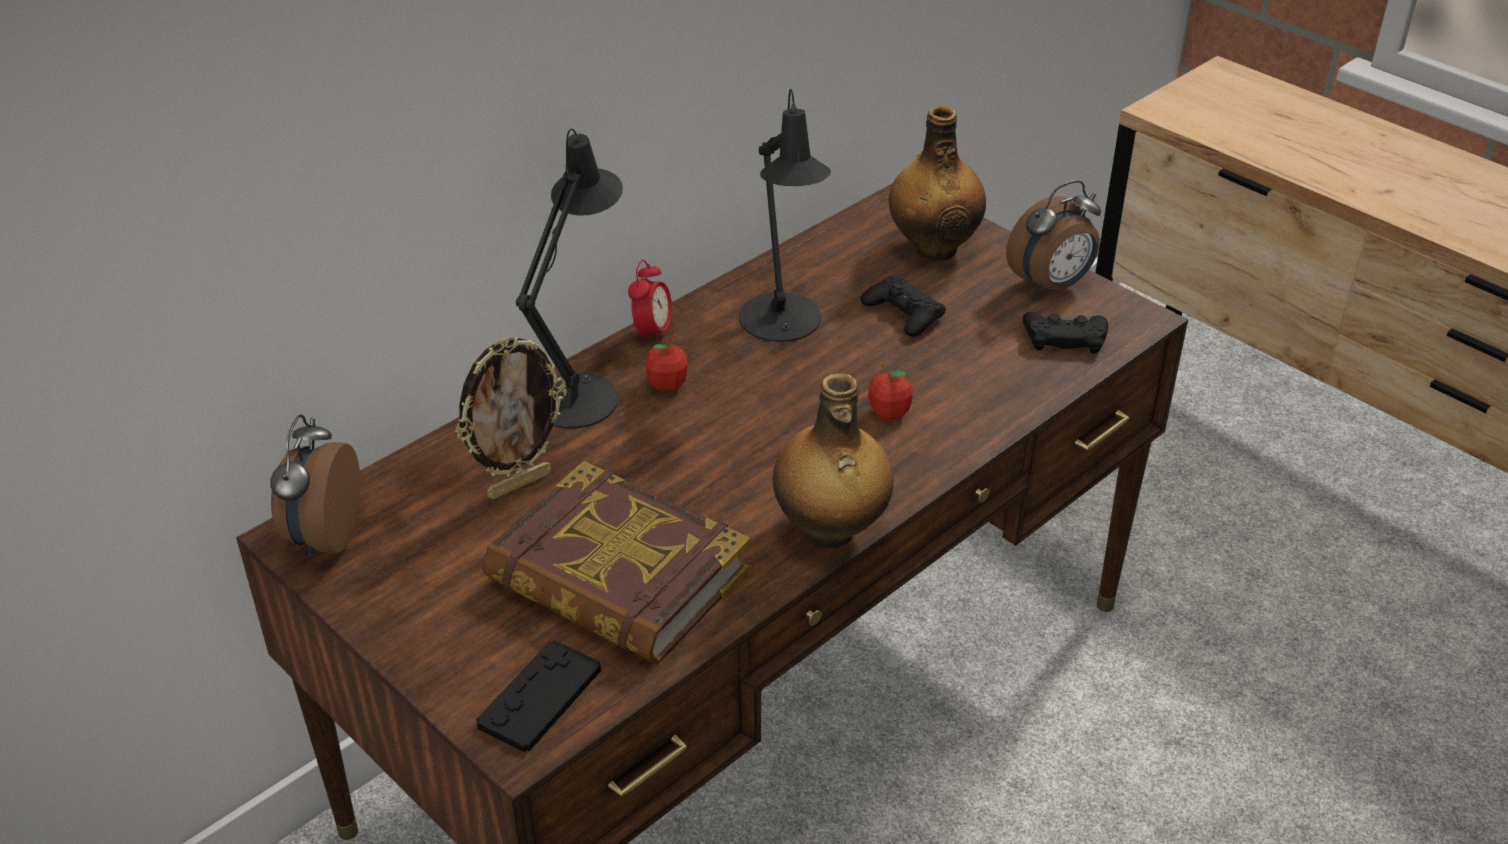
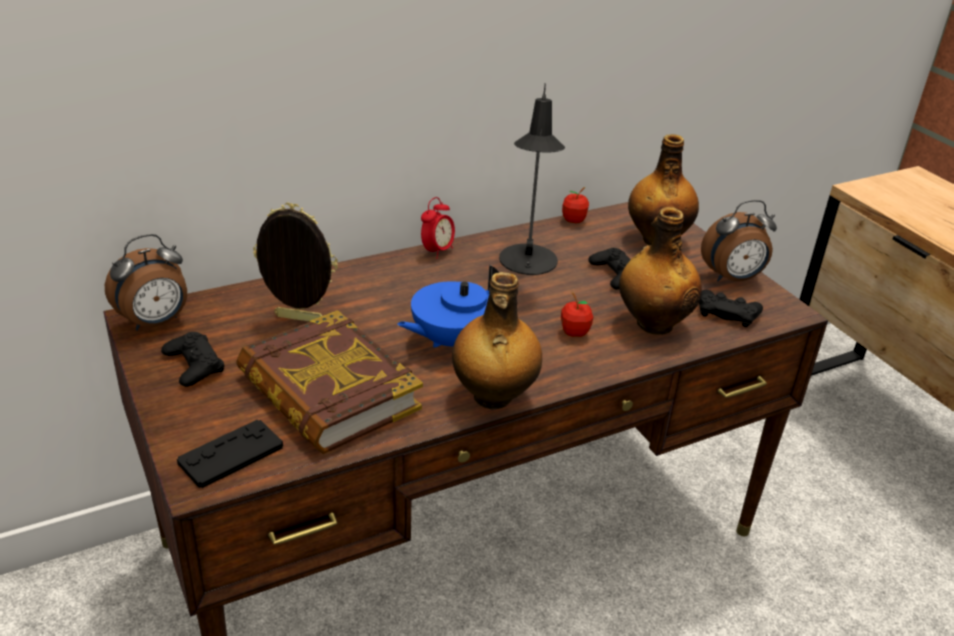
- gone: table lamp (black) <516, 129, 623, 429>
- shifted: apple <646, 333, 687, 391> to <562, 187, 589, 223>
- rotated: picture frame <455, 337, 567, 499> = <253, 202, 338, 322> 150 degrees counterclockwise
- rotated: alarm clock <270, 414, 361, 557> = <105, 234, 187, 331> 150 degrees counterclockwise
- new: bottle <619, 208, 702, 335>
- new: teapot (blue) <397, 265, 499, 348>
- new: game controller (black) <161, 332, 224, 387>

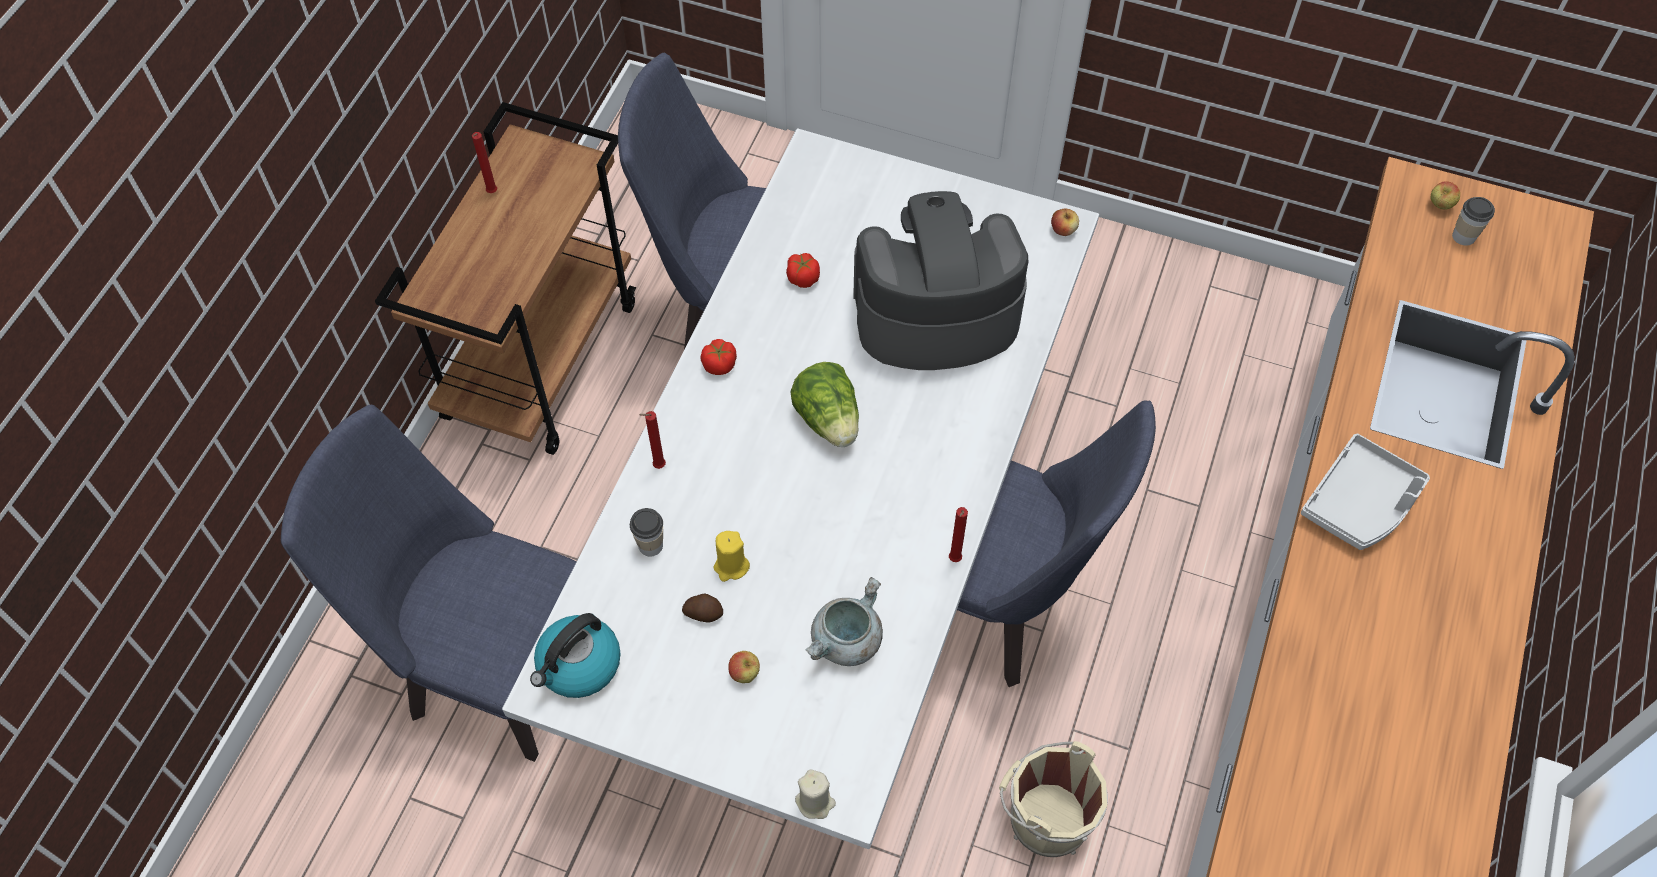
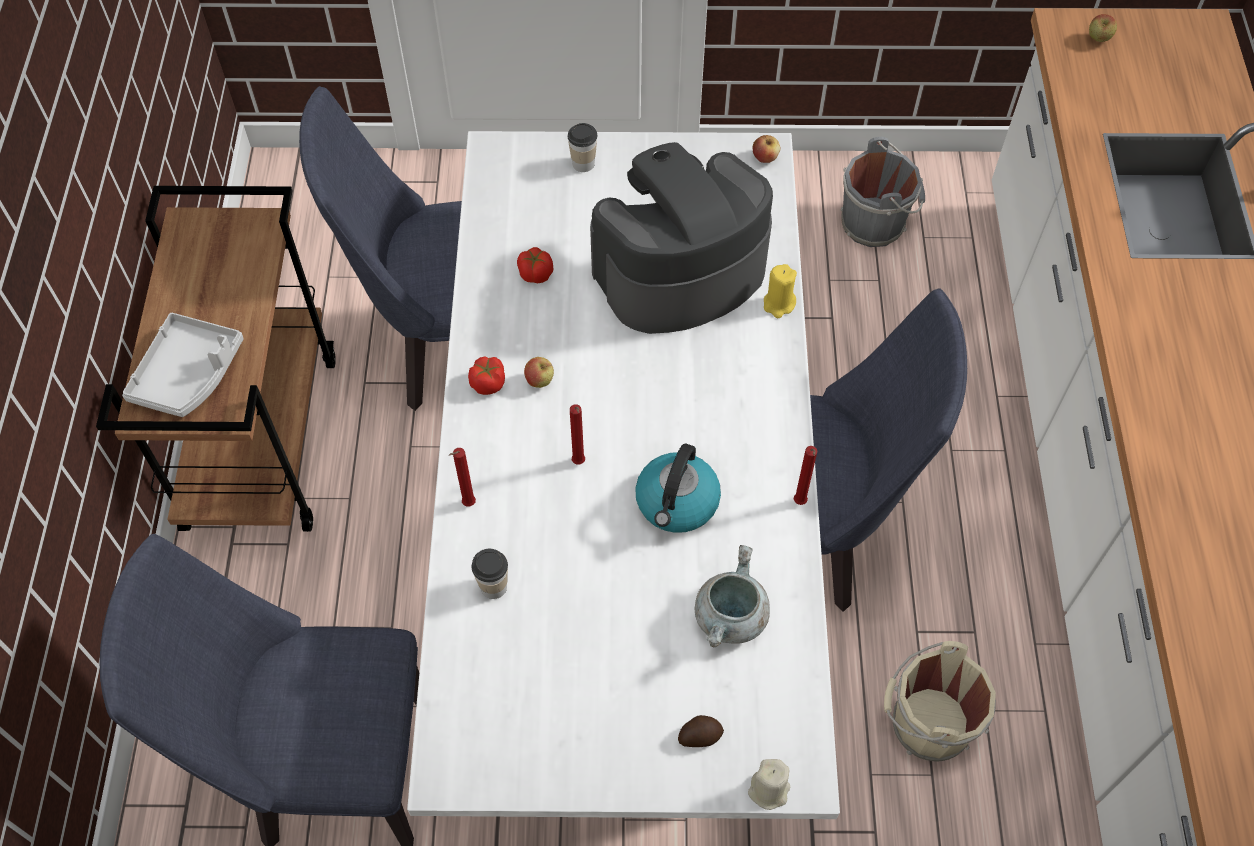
- shifted: candle (red) <472, 132, 497, 193> to <570, 404, 585, 465>
- shifted: cup <1452, 197, 1495, 246> to <568, 123, 597, 172>
- gone: lettuce <790, 362, 859, 447>
- shifted: tray (grey) <1301, 434, 1430, 550> to <122, 313, 244, 417>
- shifted: candle (yellow) <713, 531, 750, 582> to <764, 264, 797, 318>
- shifted: potato <682, 594, 723, 622> to <678, 715, 724, 747>
- shifted: kettle <530, 613, 621, 698> to <635, 443, 721, 533>
- shifted: apple <728, 651, 760, 683> to <524, 357, 554, 388>
- new: bucket (grey) <841, 137, 925, 247>

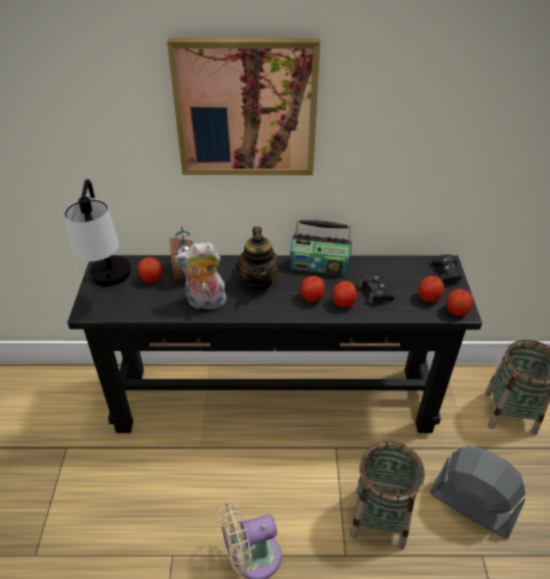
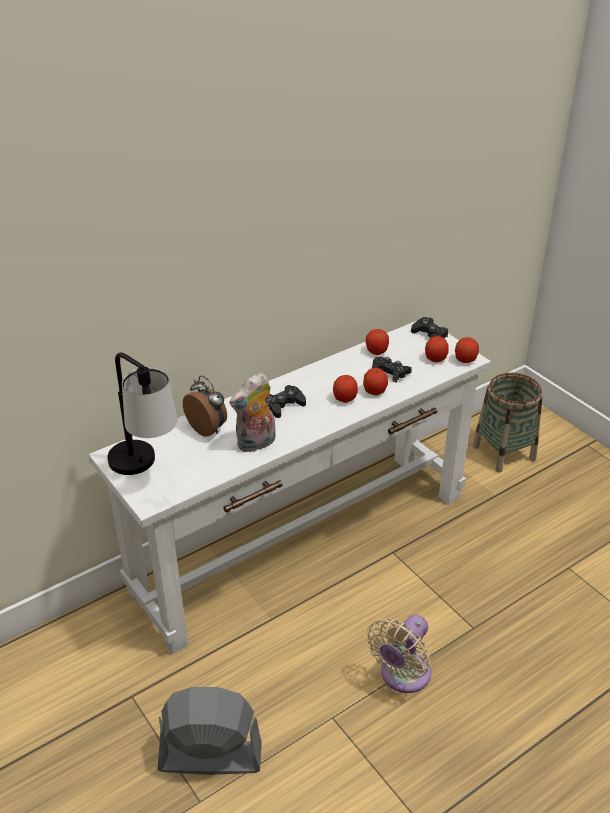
- gone: picture <167, 38, 320, 175>
- gone: radio <290, 220, 352, 276>
- swapped: teapot <235, 226, 282, 291> to game controller (black) <268, 385, 306, 418>
- repainted: console table (black) <67, 255, 482, 433> to console table (white) <88, 321, 491, 654>
- shifted: apple <138, 257, 162, 283> to <365, 329, 389, 355>
- gone: basket <350, 441, 425, 550>
- shifted: fan (grey) <430, 446, 526, 539> to <157, 687, 262, 775>

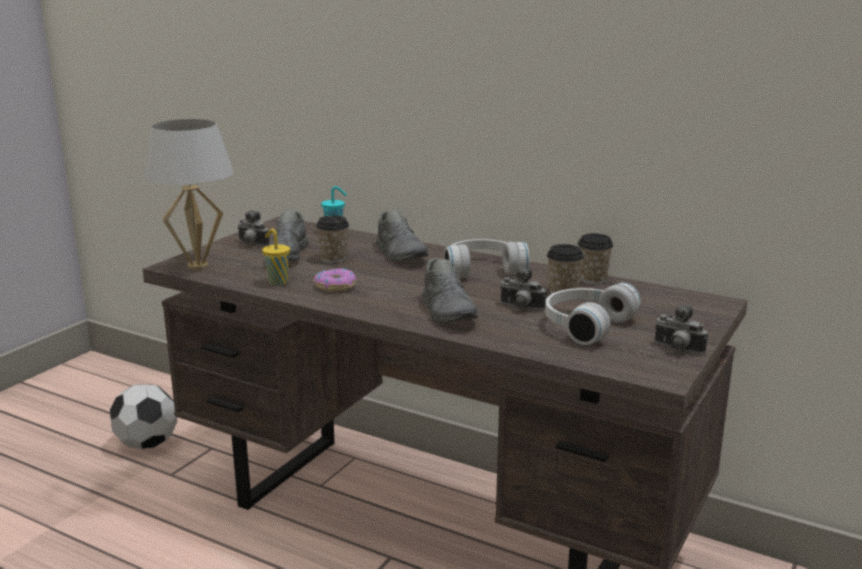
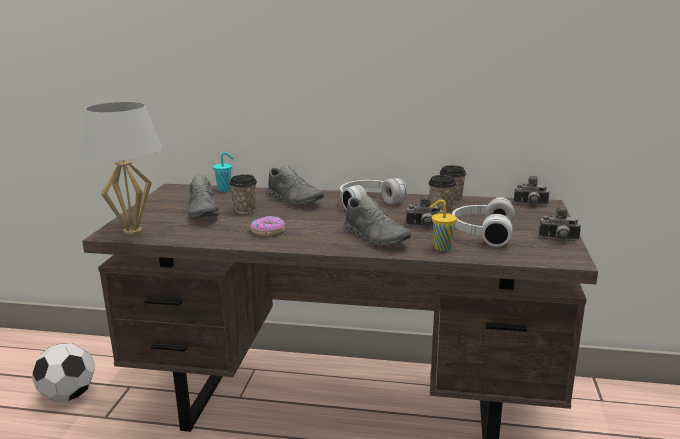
- shifted: photo camera <237, 210, 270, 246> to <514, 176, 549, 205>
- shifted: cup (yellow) <262, 229, 290, 286> to <430, 200, 457, 251>

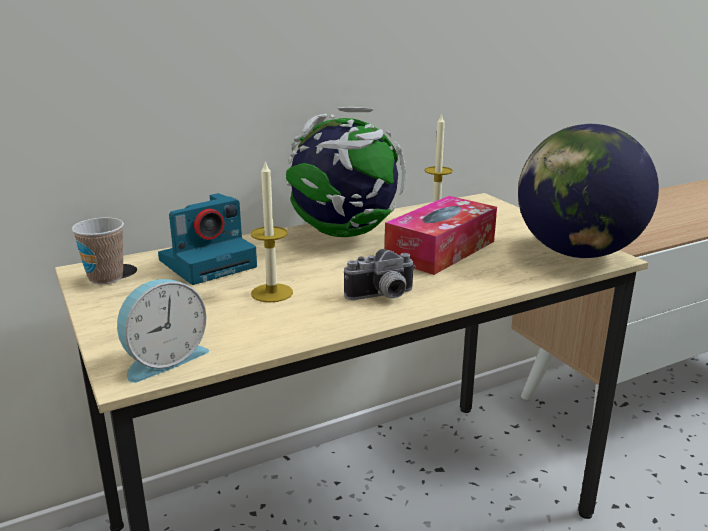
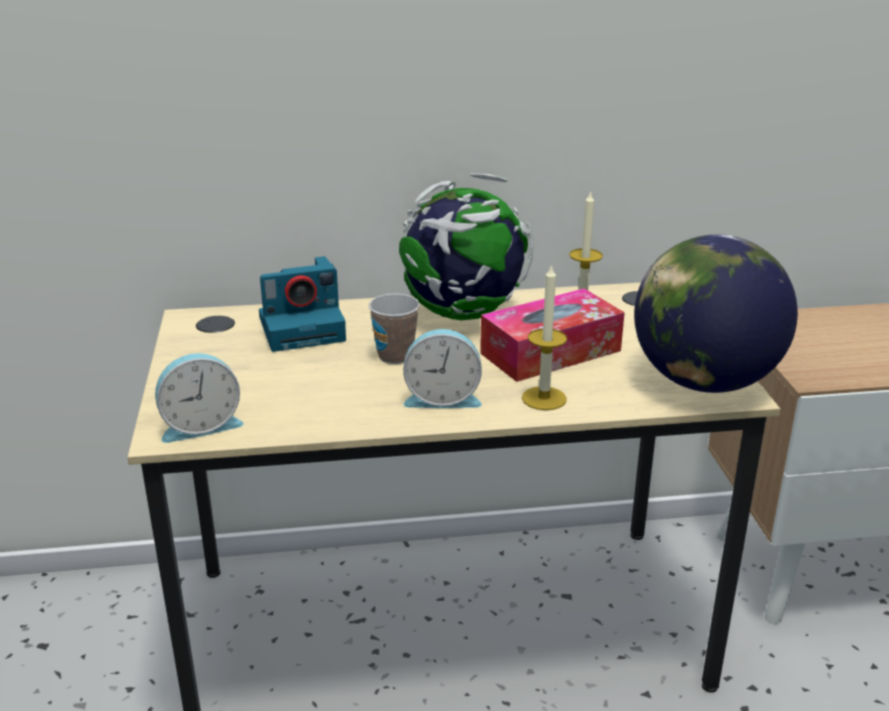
- shifted: candle <251, 160, 293, 303> to <522, 264, 567, 410>
- shifted: cup <71, 217, 124, 285> to <369, 294, 420, 364>
- swapped: photo camera <344, 249, 416, 300> to alarm clock <403, 329, 482, 408>

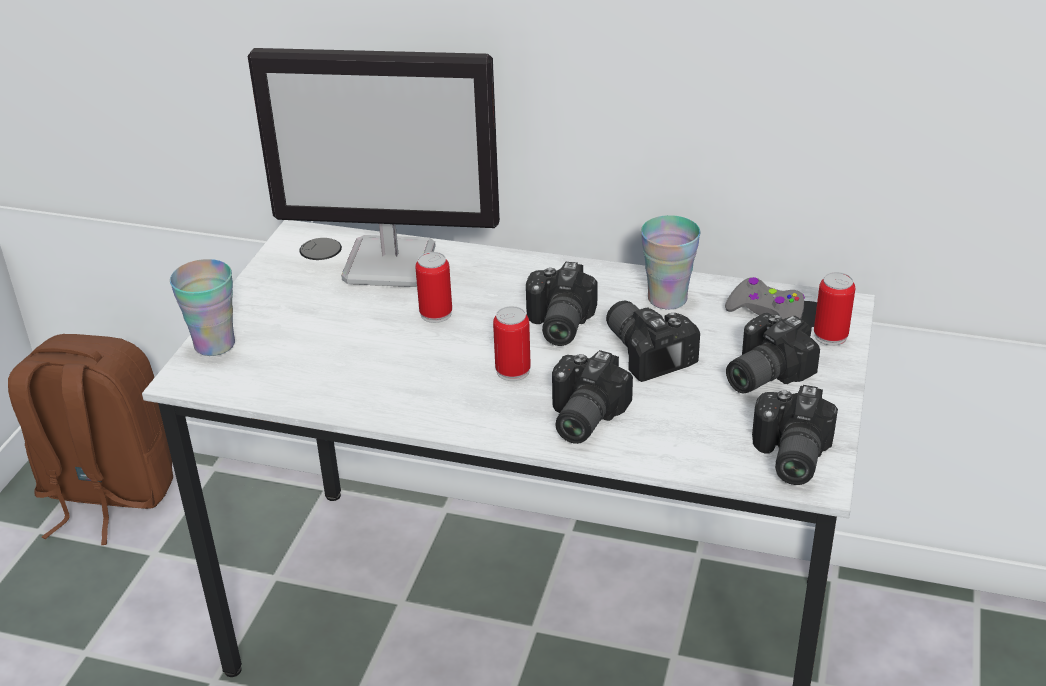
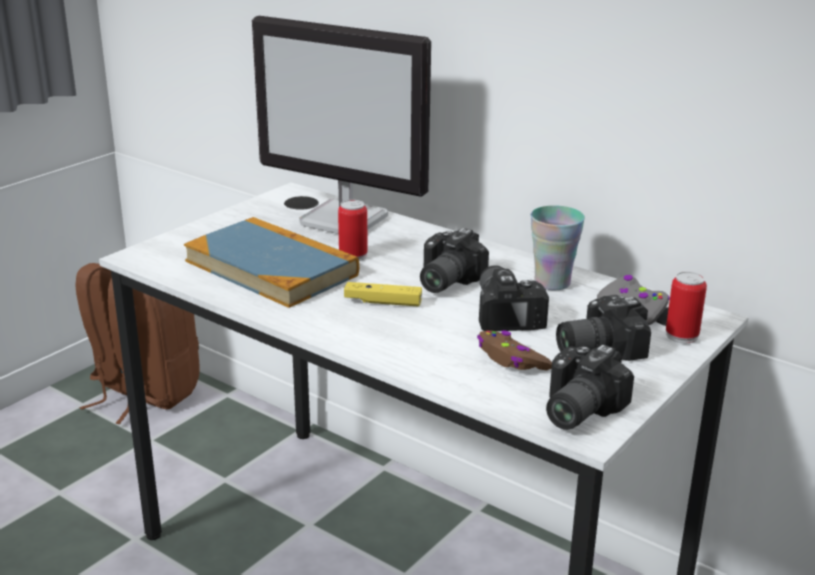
- gone: cup <170, 259, 235, 356>
- swapped: can <493, 306, 531, 381> to game controller (yellow) <344, 282, 422, 306>
- gone: photo camera <552, 350, 633, 444>
- new: book <184, 217, 359, 308>
- new: game controller (brown) <477, 330, 552, 371>

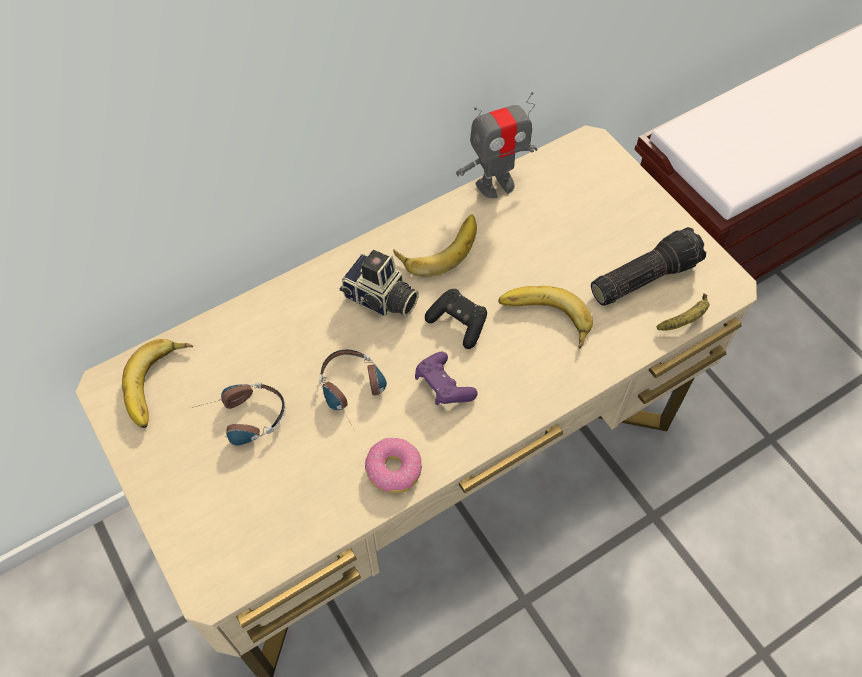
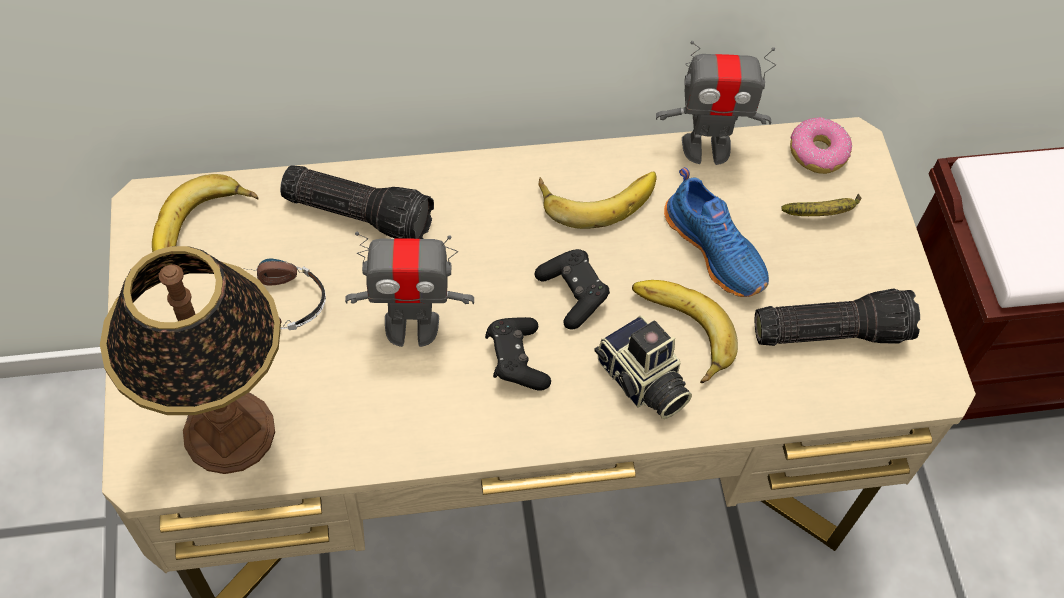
- shifted: photo camera <339, 250, 419, 317> to <594, 316, 692, 419>
- shifted: banana <656, 293, 710, 331> to <782, 194, 861, 216>
- swapped: headphones <319, 349, 387, 424> to toy robot <345, 232, 474, 347>
- repainted: game controller (purple) <415, 352, 478, 405> to game controller (black) <485, 317, 551, 391>
- shifted: donut <365, 438, 422, 494> to <790, 117, 852, 174>
- new: flashlight <280, 165, 434, 239>
- new: shoe (blue) <664, 167, 769, 297>
- new: table lamp <100, 246, 281, 474>

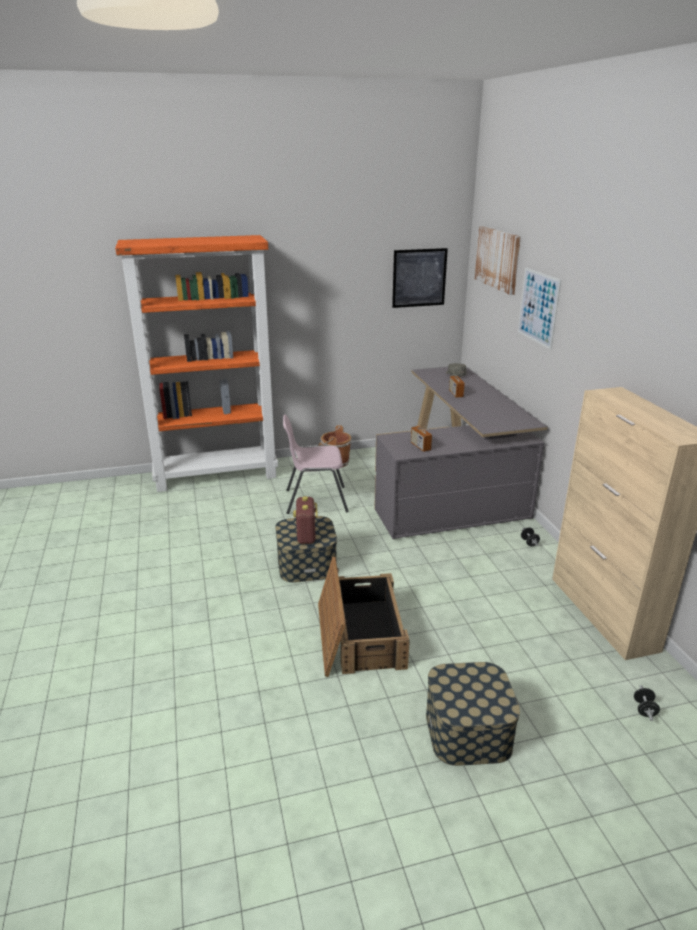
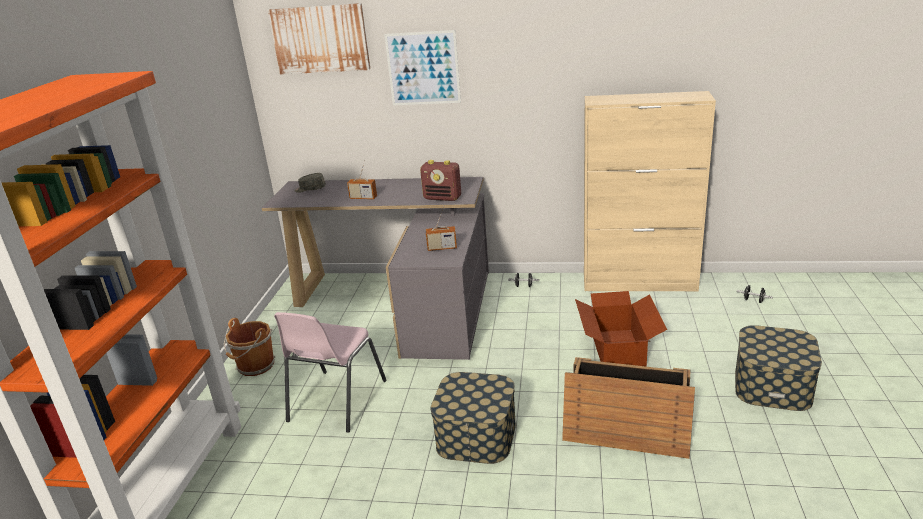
- gone: picture <392, 248, 448, 308>
- shifted: radio <293, 496, 318, 544> to <420, 160, 461, 201>
- new: cardboard box <575, 291, 667, 367>

